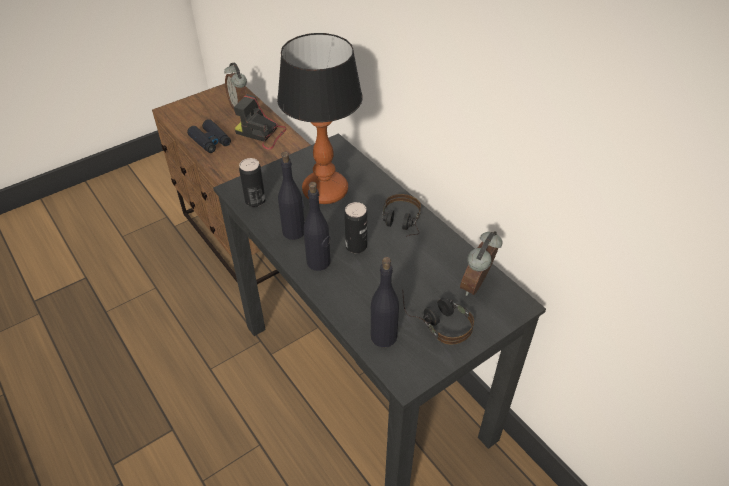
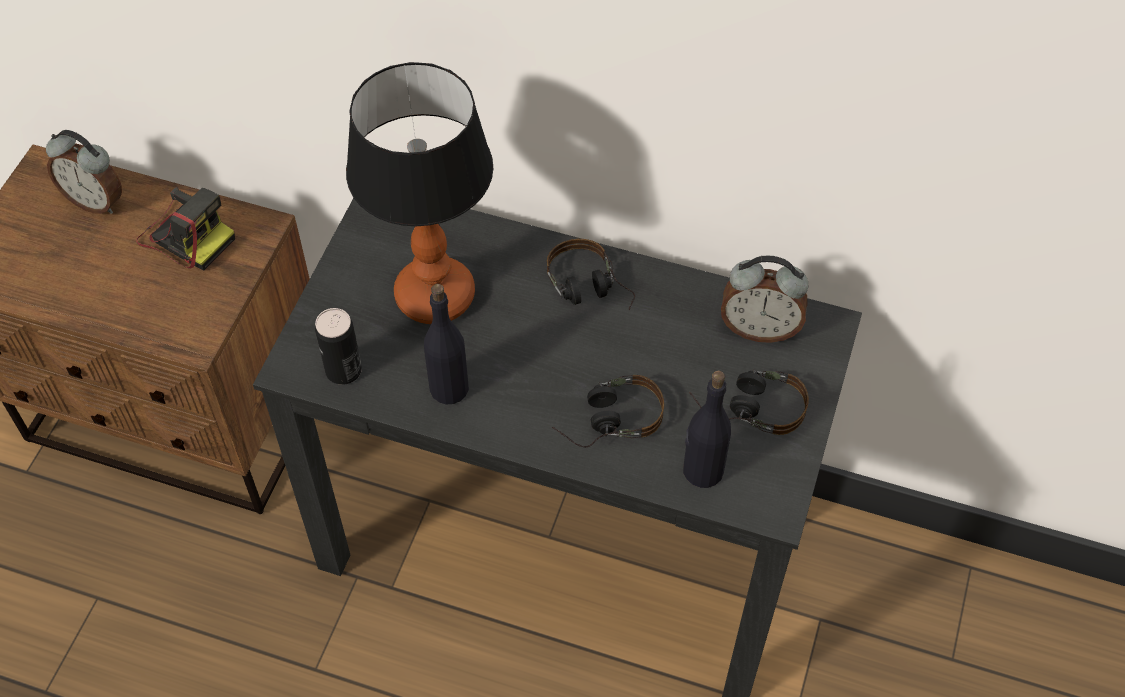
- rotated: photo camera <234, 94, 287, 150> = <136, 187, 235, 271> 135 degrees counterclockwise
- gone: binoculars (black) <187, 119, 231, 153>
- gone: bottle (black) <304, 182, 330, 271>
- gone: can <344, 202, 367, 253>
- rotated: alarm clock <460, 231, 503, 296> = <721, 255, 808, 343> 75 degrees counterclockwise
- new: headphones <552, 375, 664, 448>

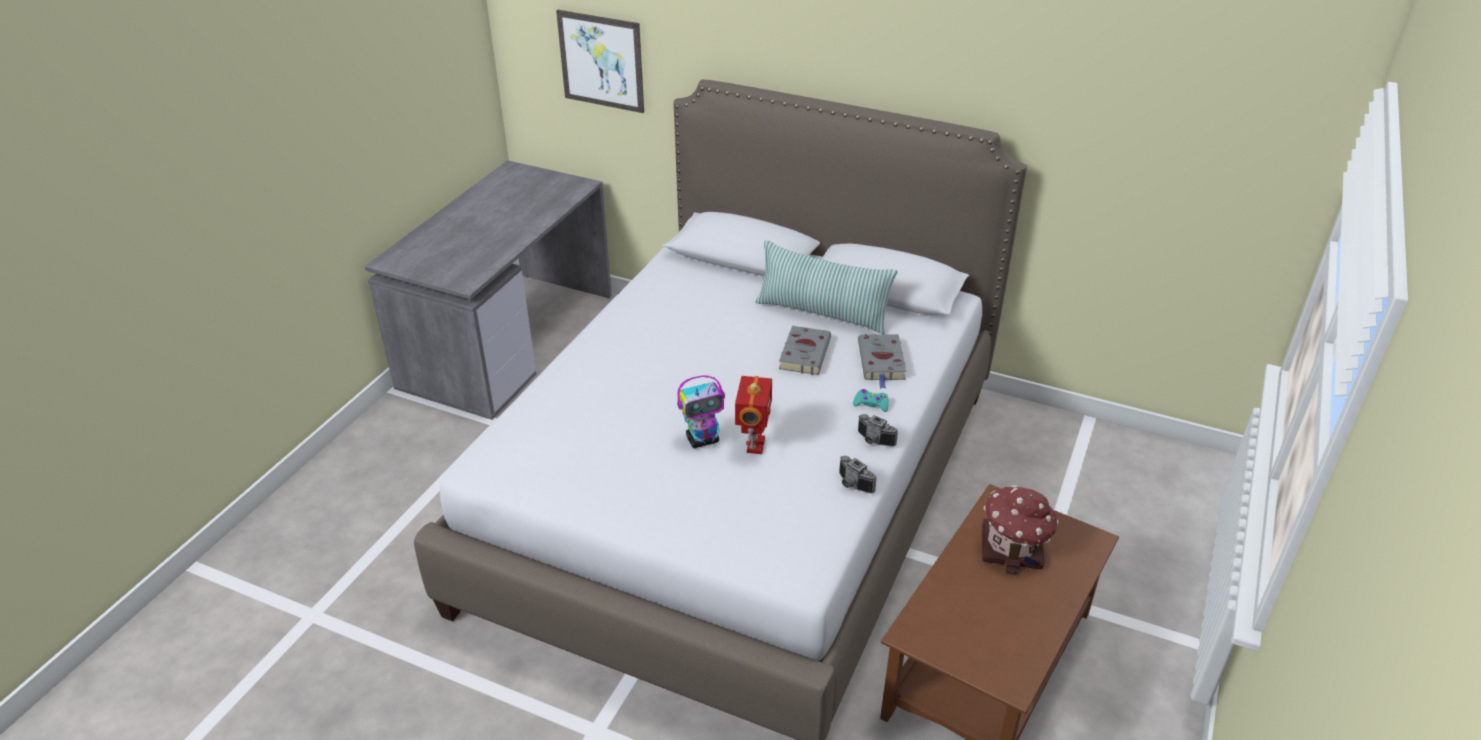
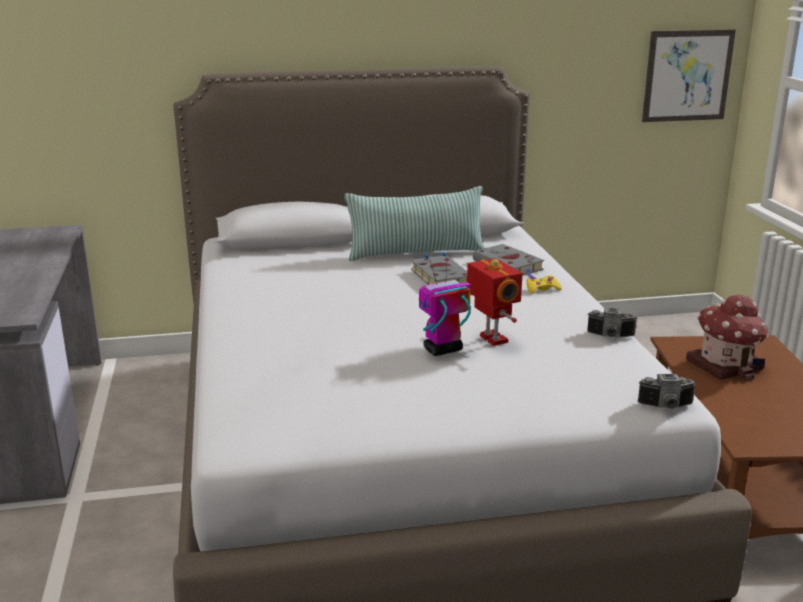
- shifted: picture <556, 10, 644, 113> to <642, 29, 736, 122>
- rotated: toy robot <677, 375, 725, 448> = <419, 252, 471, 356> 150 degrees counterclockwise
- repainted: game controller (turquoise) <853, 389, 889, 412> to game controller (yellow) <527, 275, 562, 294>
- shifted: photo camera <858, 414, 898, 446> to <638, 374, 697, 409>

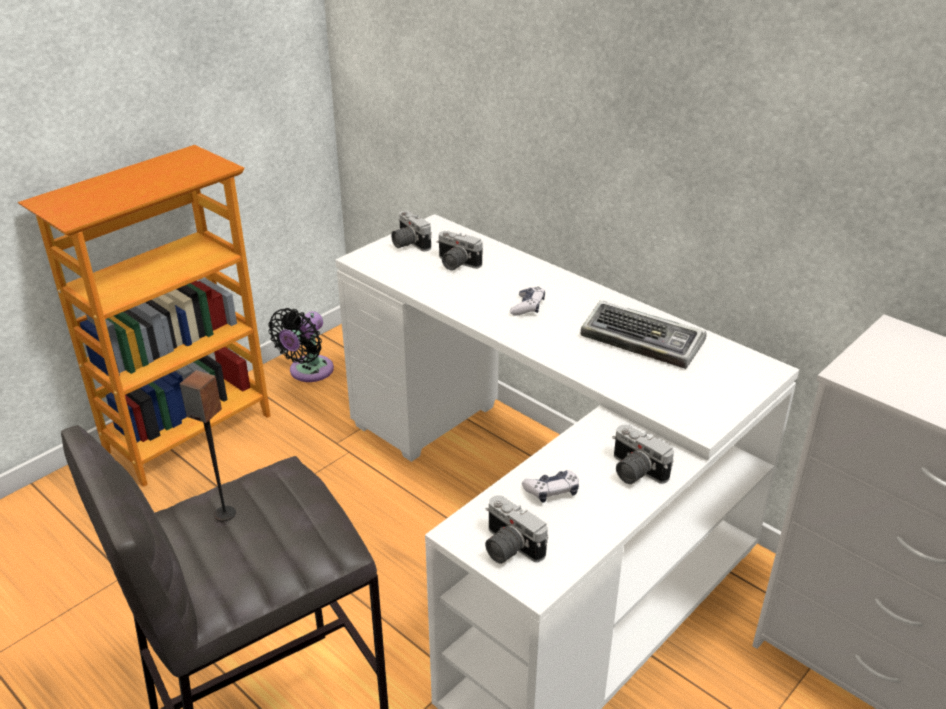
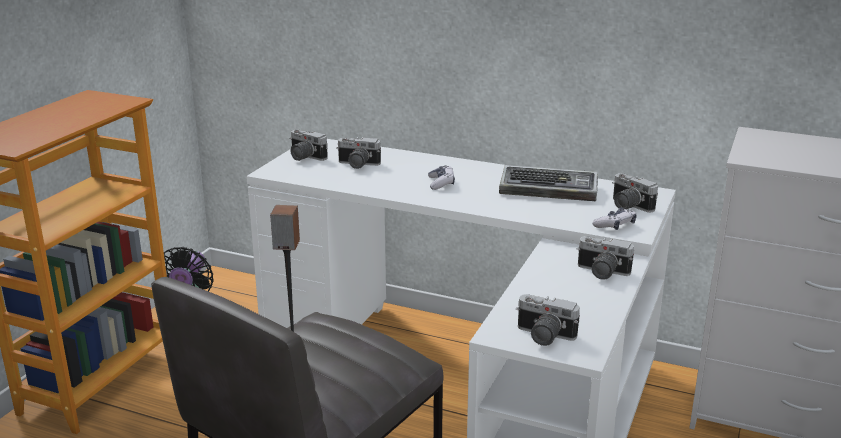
- shifted: game controller <522, 470, 579, 503> to <592, 208, 637, 230>
- new: photo camera <612, 173, 658, 213>

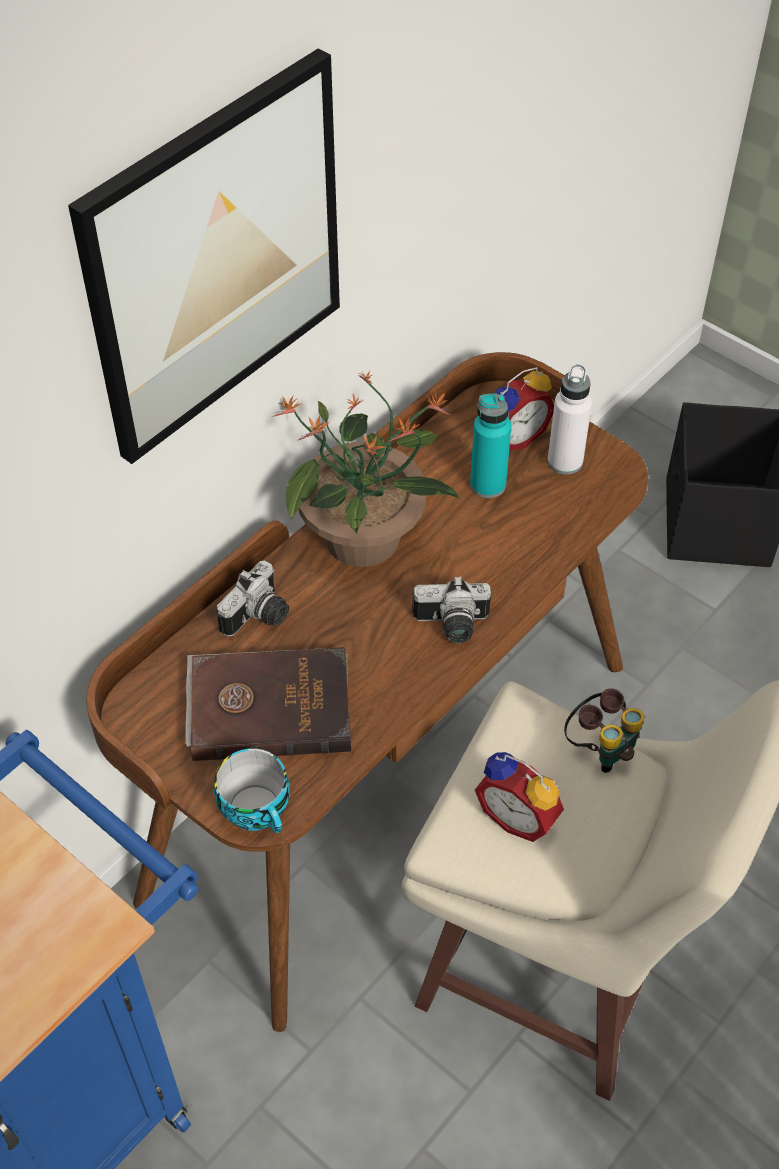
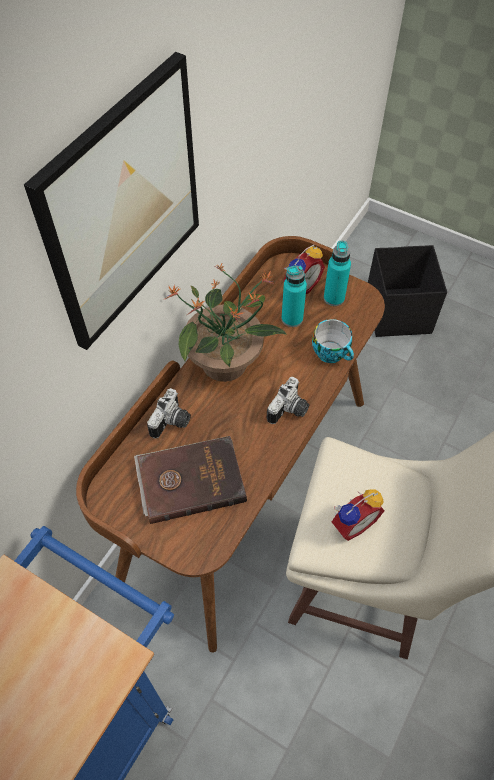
- repainted: bottle (white) <547, 365, 592, 475> to bottle (turquoise) <324, 241, 351, 306>
- rotated: photo camera <412, 576, 491, 643> = <267, 377, 309, 424> 45 degrees counterclockwise
- gone: binoculars <564, 689, 644, 773>
- shifted: cup <214, 748, 290, 833> to <312, 319, 354, 363>
- rotated: alarm clock <475, 752, 564, 842> = <332, 490, 385, 541> 60 degrees counterclockwise

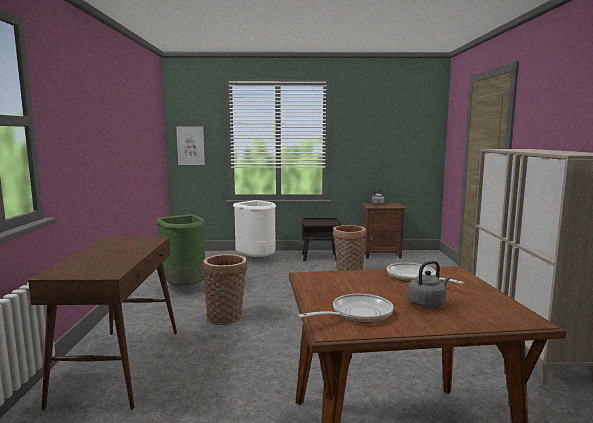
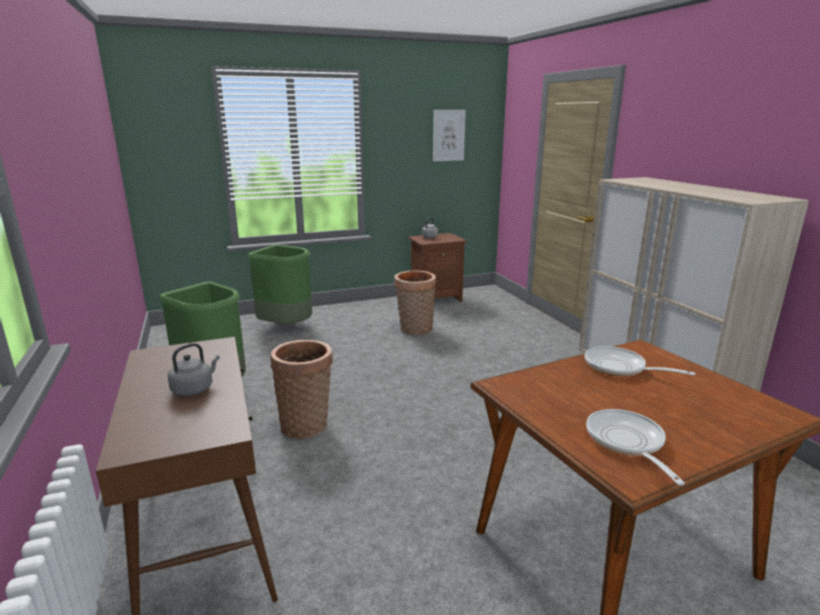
- shifted: picture <176, 127, 205, 165> to <433, 110, 466, 161>
- repainted: trash can (white) <233, 200, 276, 257> to trash can (green) <247, 244, 312, 324>
- gone: nightstand (brown) <302, 218, 341, 261>
- shifted: kettle (grey) <408, 261, 450, 308> to <168, 343, 220, 396>
- rotated: frying pan <298, 294, 394, 323> = <586, 409, 685, 485> 45 degrees counterclockwise

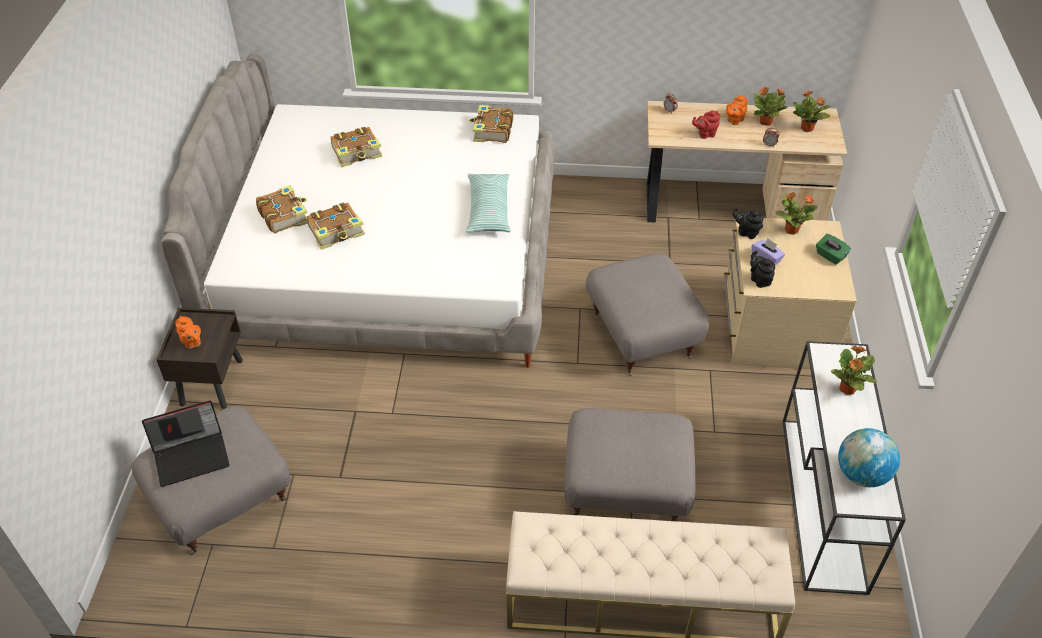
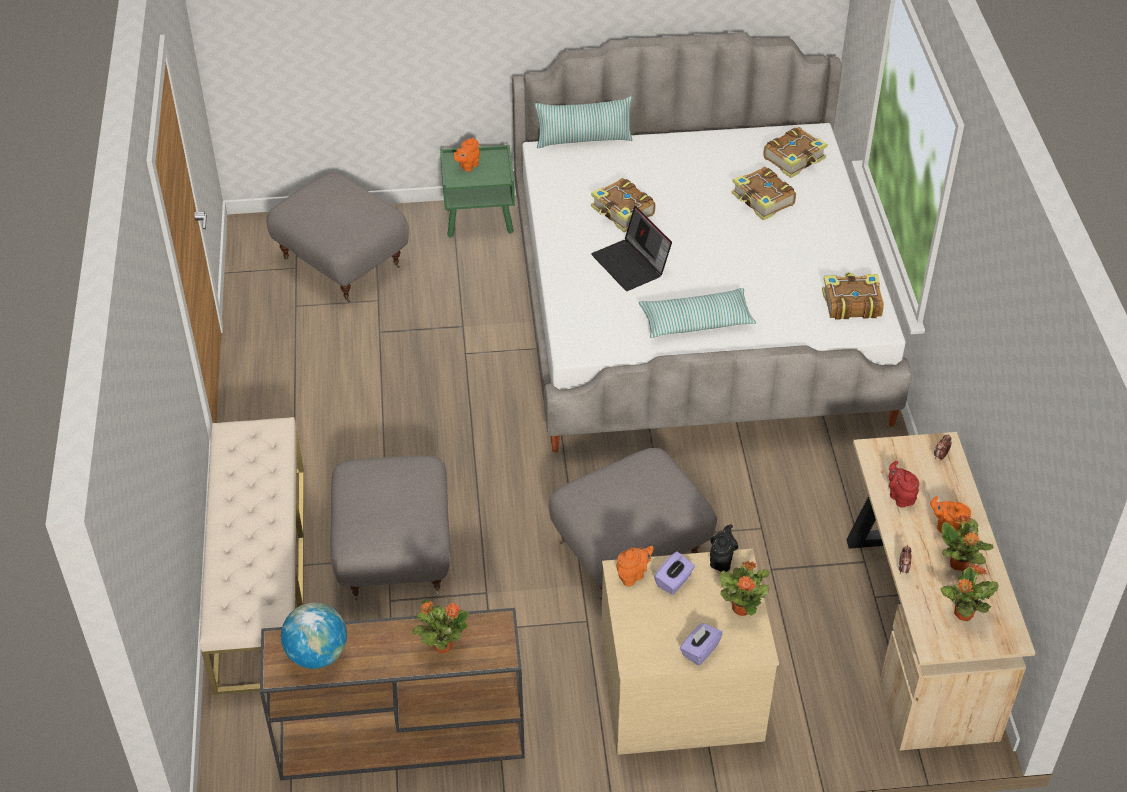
- shifted: book <256, 185, 308, 234> to <763, 127, 828, 178>
- repainted: tissue box (green) <816, 234, 851, 265> to tissue box (purple) <680, 623, 723, 666>
- repainted: teapot (black) <750, 250, 775, 288> to teapot (orange) <617, 546, 654, 586>
- repainted: nightstand (brown) <156, 307, 243, 409> to nightstand (green) <440, 145, 515, 237>
- repainted: console table (white) <783, 341, 906, 595> to console table (brown) <260, 608, 525, 780>
- shifted: laptop <142, 401, 229, 487> to <591, 206, 672, 291>
- new: pillow <534, 96, 633, 148>

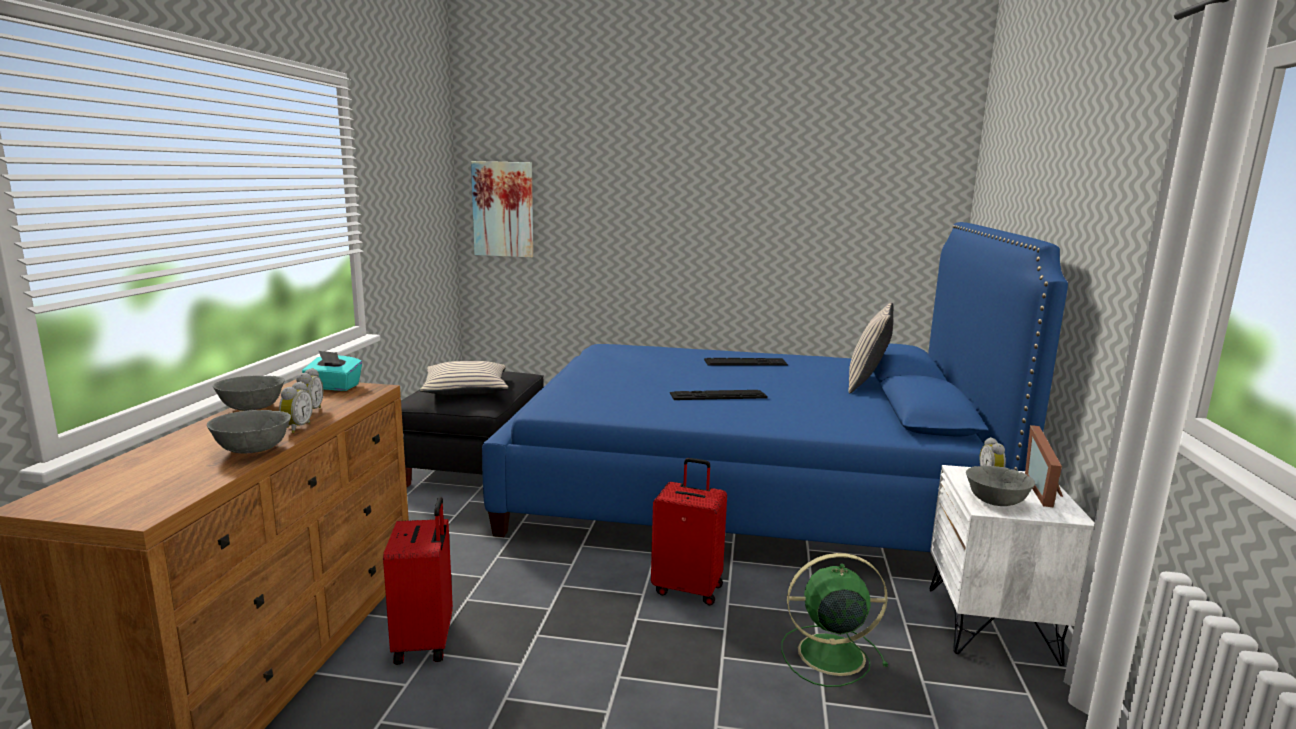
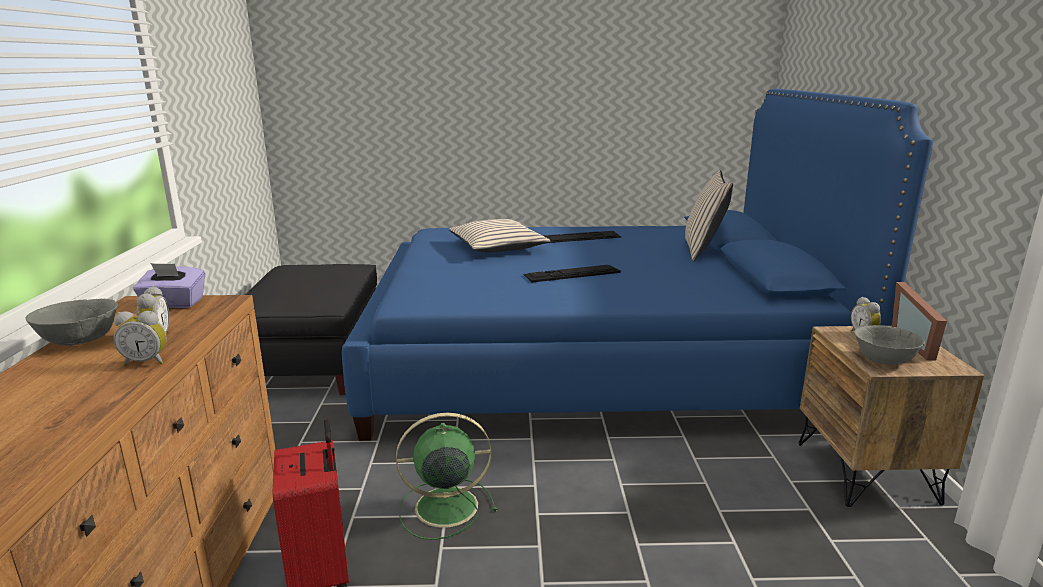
- gone: picture <471, 161, 533, 258>
- repainted: tissue box (turquoise) <302, 350, 362, 391> to tissue box (purple) <133, 263, 205, 308>
- shifted: pillow (beige) <420, 361, 508, 395> to <449, 219, 551, 253>
- rotated: alarm clock <279, 381, 313, 433> = <113, 311, 167, 366> 90 degrees clockwise
- gone: bowl (grey) <207, 410, 291, 454>
- gone: suitcase (red) <651, 458, 727, 605>
- repainted: nightstand (white) <929, 465, 1095, 666> to nightstand (brown) <799, 326, 984, 507>
- shifted: fan (green) <781, 553, 888, 687> to <396, 413, 497, 540>

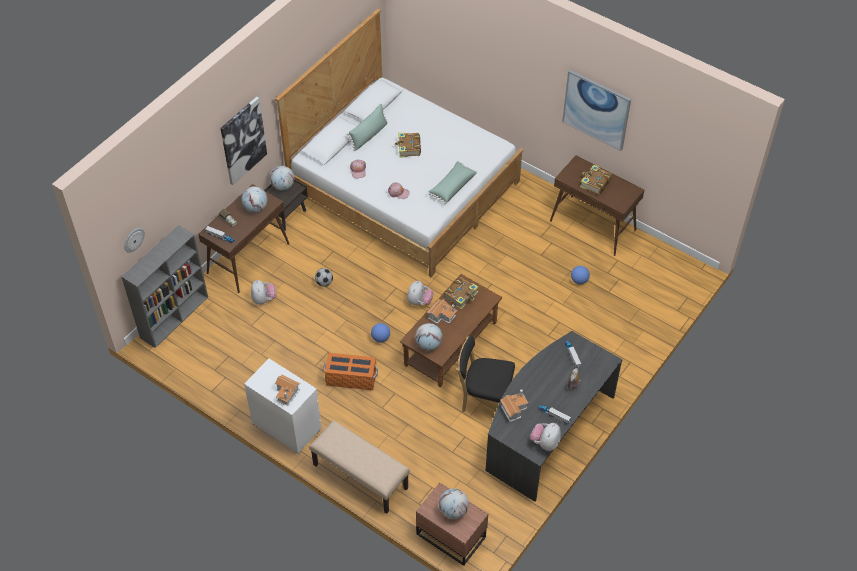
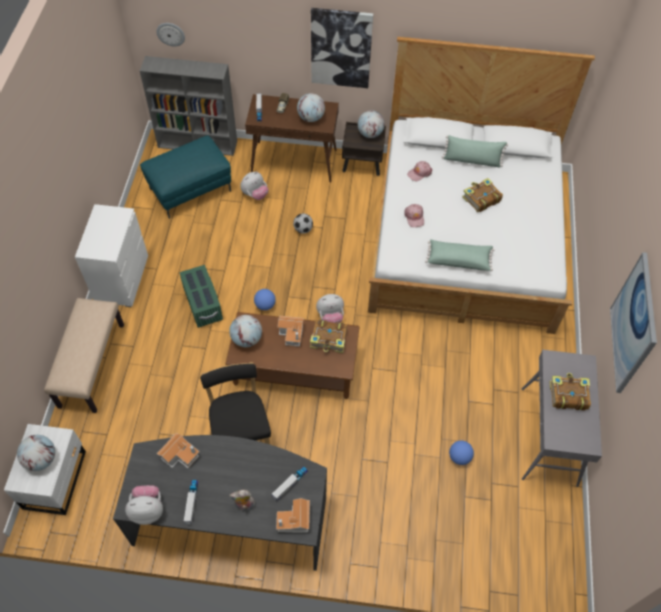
- repainted: console table (brown) <550, 155, 644, 256> to console table (grey) <522, 350, 602, 487>
- repainted: storage box (orange) <323, 353, 378, 390> to storage box (green) <180, 265, 223, 328>
- shifted: toy house <275, 375, 300, 406> to <276, 498, 310, 533>
- repainted: nightstand (brown) <416, 483, 488, 566> to nightstand (white) <4, 424, 86, 515>
- new: ottoman (turquoise) <140, 135, 231, 219>

